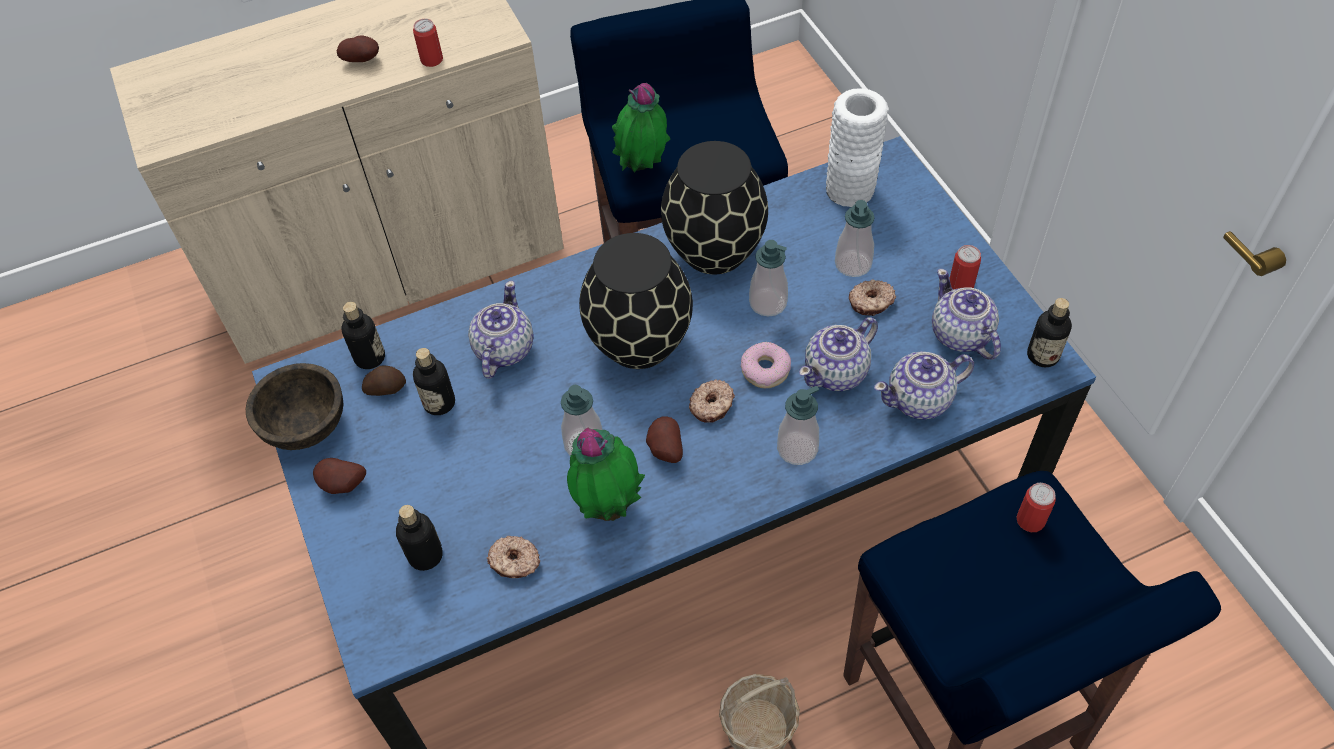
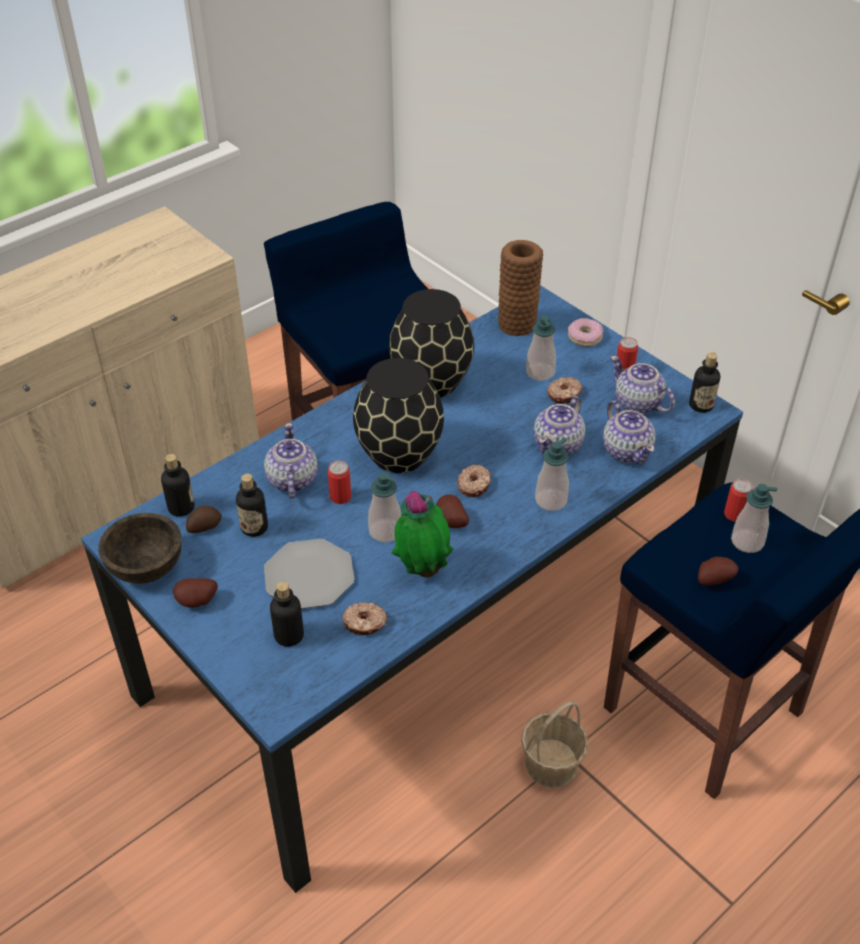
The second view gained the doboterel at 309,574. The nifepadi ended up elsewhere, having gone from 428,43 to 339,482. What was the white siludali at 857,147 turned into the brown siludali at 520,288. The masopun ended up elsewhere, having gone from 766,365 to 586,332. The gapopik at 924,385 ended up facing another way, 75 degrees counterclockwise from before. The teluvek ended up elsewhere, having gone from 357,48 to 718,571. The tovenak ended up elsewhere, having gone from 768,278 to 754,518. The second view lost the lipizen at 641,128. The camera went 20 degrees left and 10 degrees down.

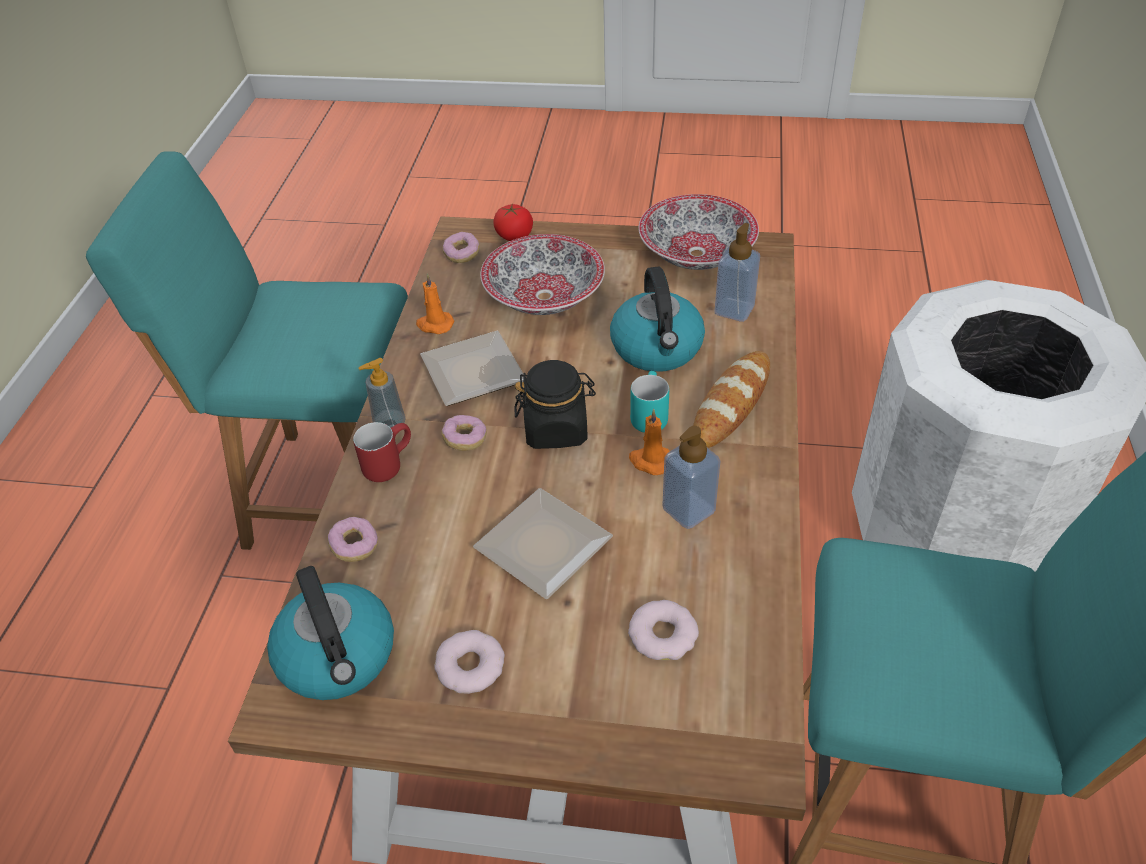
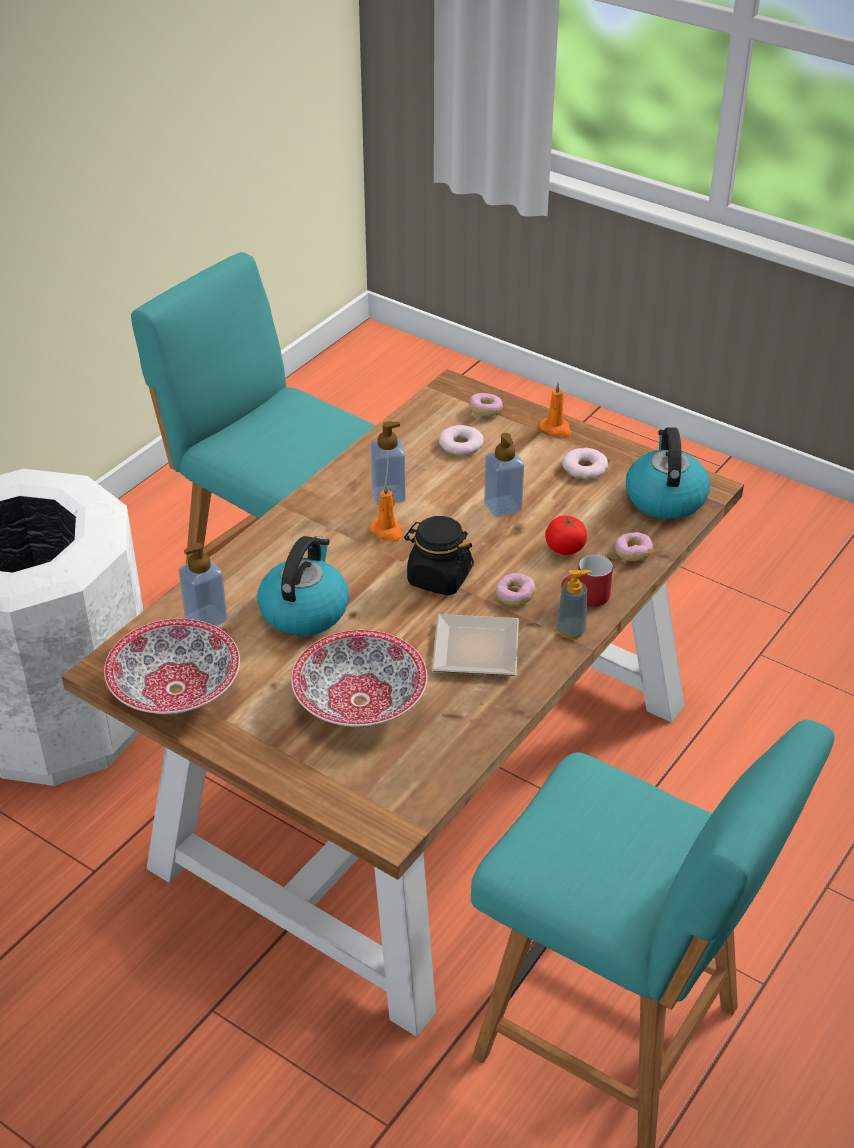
The masopun ended up elsewhere, having gone from 461,247 to 486,405. Where the doboterel stood at 543,543, the tovenak came to stand at 504,475. The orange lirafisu ended up elsewhere, having gone from 435,303 to 555,409. The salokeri ended up elsewhere, having gone from 513,222 to 566,535. The second view lost the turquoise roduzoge at 649,402. The second view lost the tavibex at 731,399. The camera went 155 degrees left and 5 degrees down.

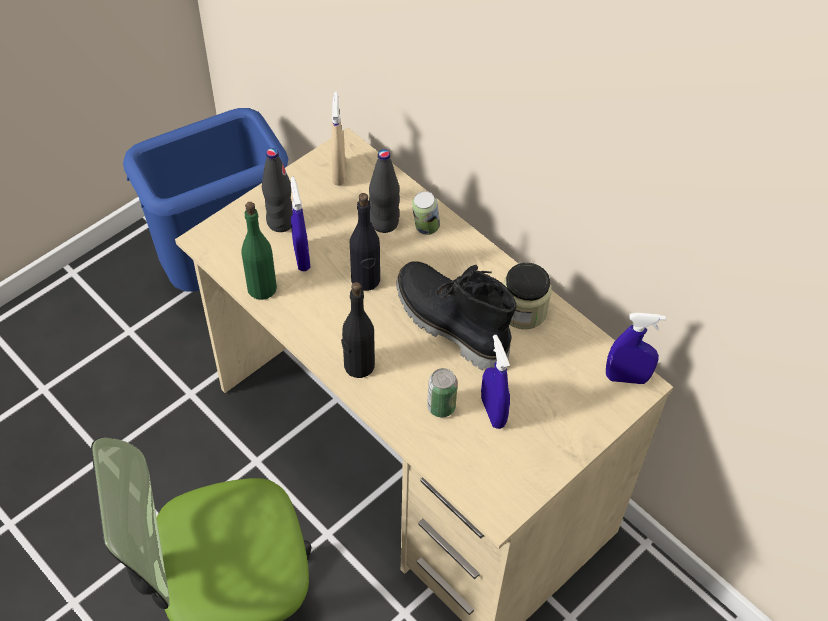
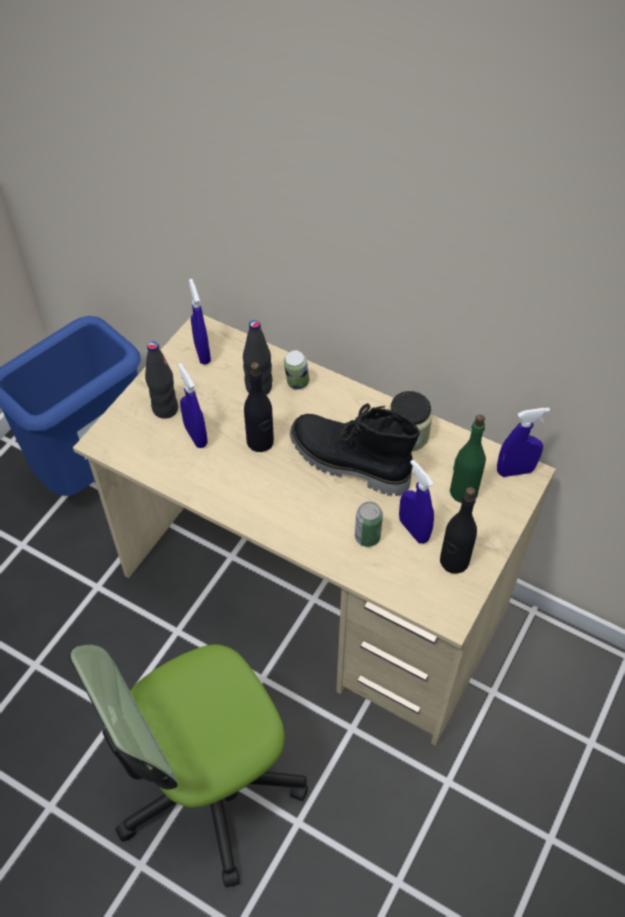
What was the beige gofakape at 338,139 turned into the blue gofakape at 200,321. The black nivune ended up elsewhere, having gone from 358,330 to 458,530. The green nivune ended up elsewhere, having gone from 259,251 to 468,458. The camera went 15 degrees left and 0 degrees up.

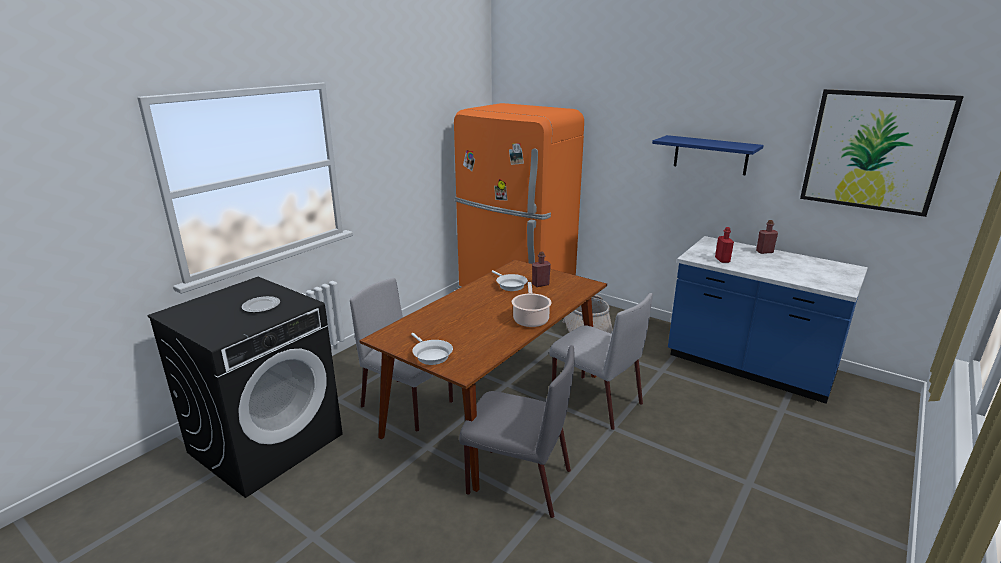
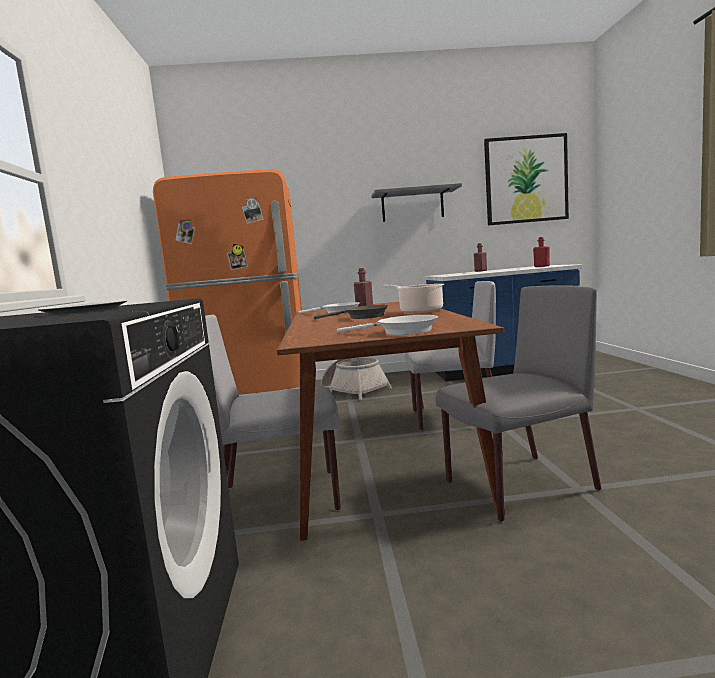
The second view gained the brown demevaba at 351,312. What was the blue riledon at 708,155 turned into the grey riledon at 416,202. The red nivune ended up elsewhere, having gone from 724,245 to 541,252. The camera went 40 degrees left and 15 degrees down.

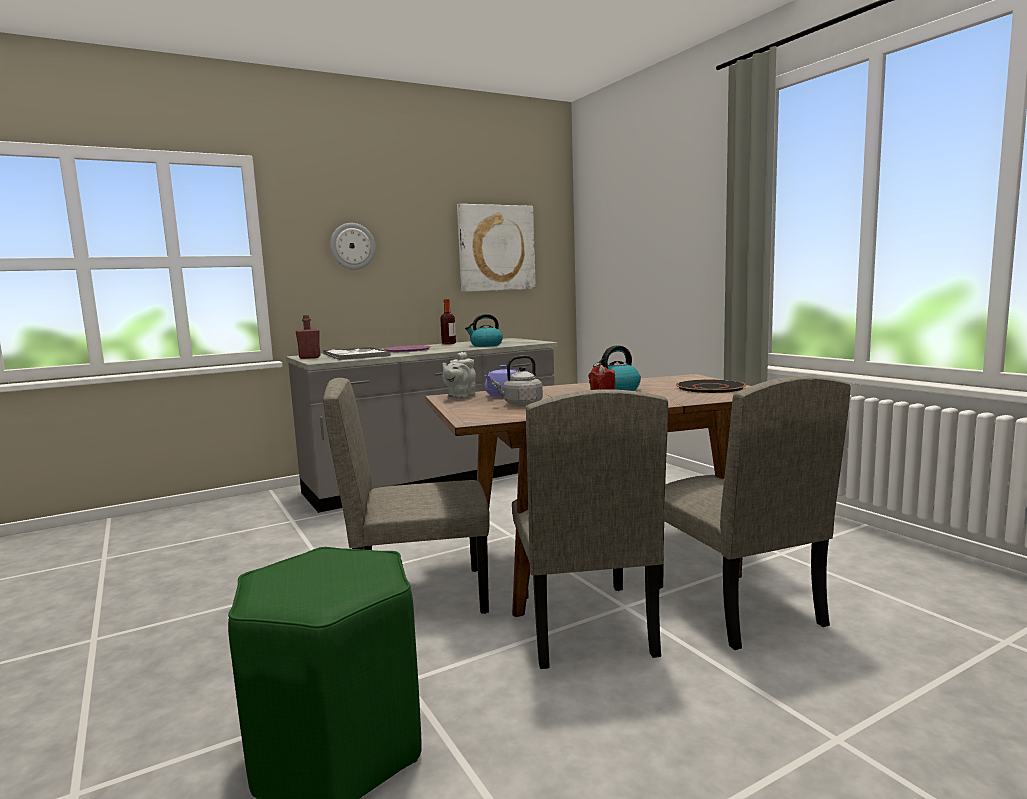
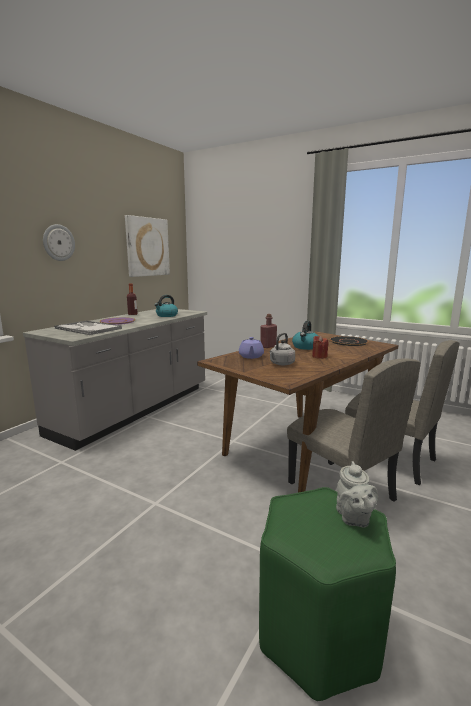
The red nivune ended up elsewhere, having gone from 308,337 to 268,331. The grey gapopik ended up elsewhere, having gone from 459,375 to 357,494. The second view lost the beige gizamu at 406,496. The camera went 30 degrees left and 5 degrees up.

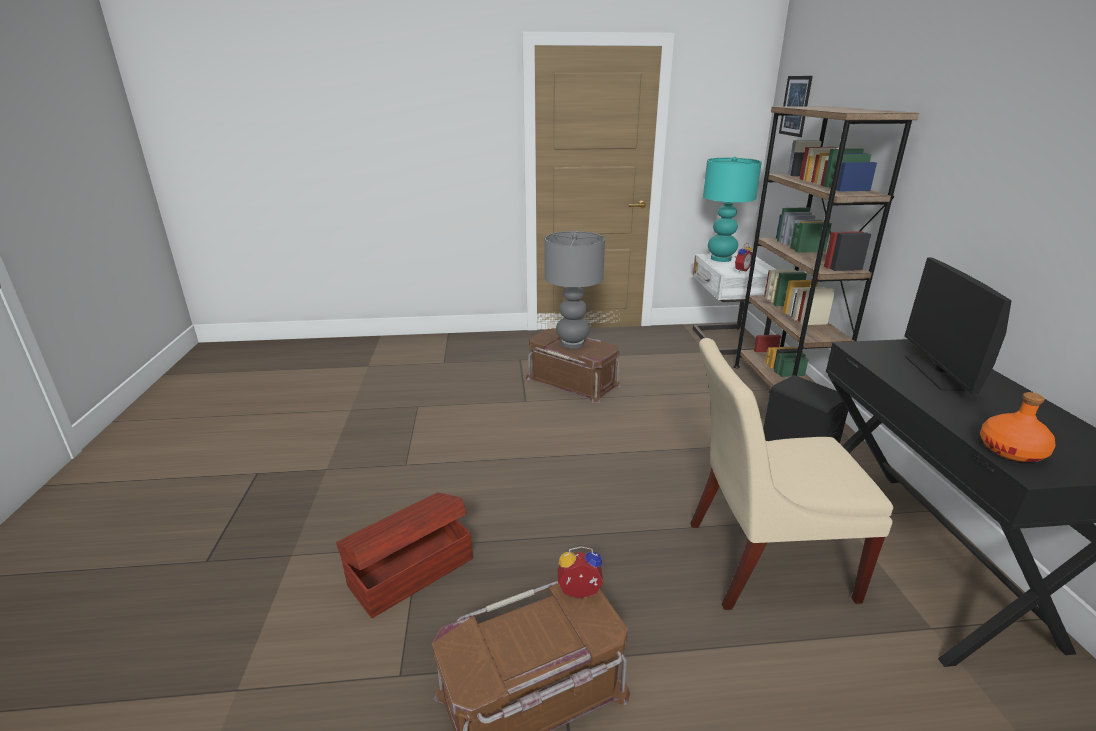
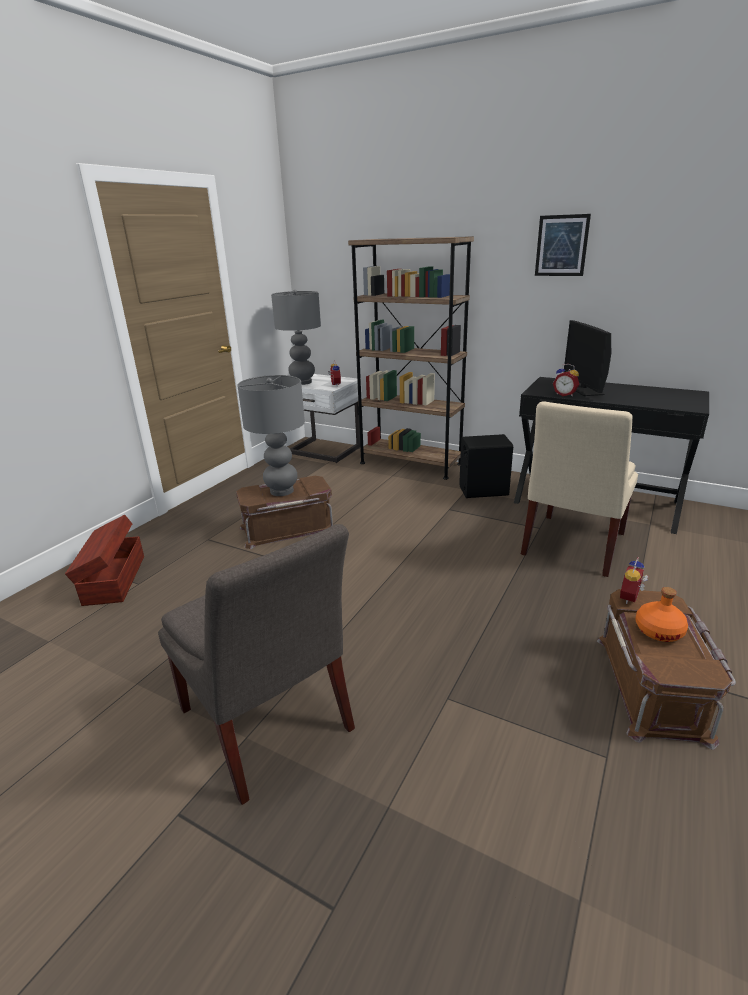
The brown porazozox ended up elsewhere, having gone from 404,555 to 104,560. The second view gained the grey gizamu at 256,664. What was the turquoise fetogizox at 732,209 turned into the grey fetogizox at 296,337. The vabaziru ended up elsewhere, having gone from 796,106 to 563,245. The second view gained the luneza at 566,380. The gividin at 958,325 ended up facing another way, 45 degrees clockwise from before. The orange nivune ended up elsewhere, having gone from 1017,427 to 662,614. The camera went 55 degrees left and 0 degrees up.

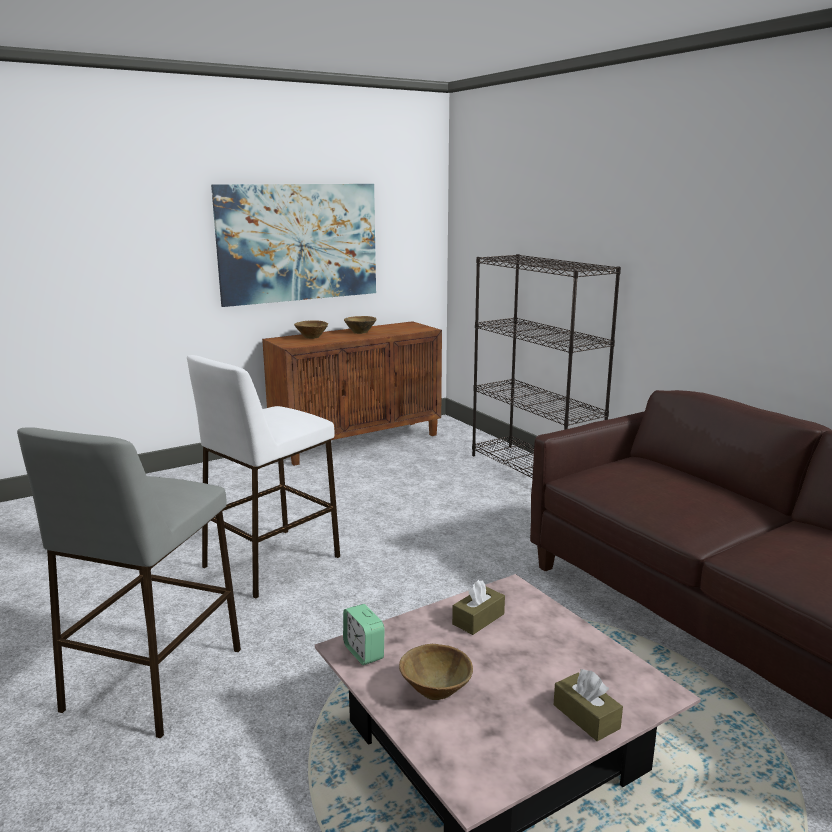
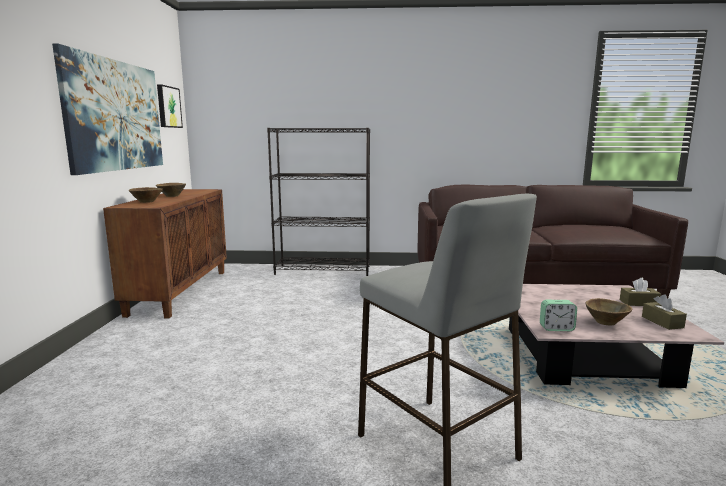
The second view gained the vabaziru at 170,106. The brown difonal ended up elsewhere, having gone from 478,607 to 664,312. The second view lost the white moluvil at 263,477. The camera went 55 degrees left and 5 degrees down.

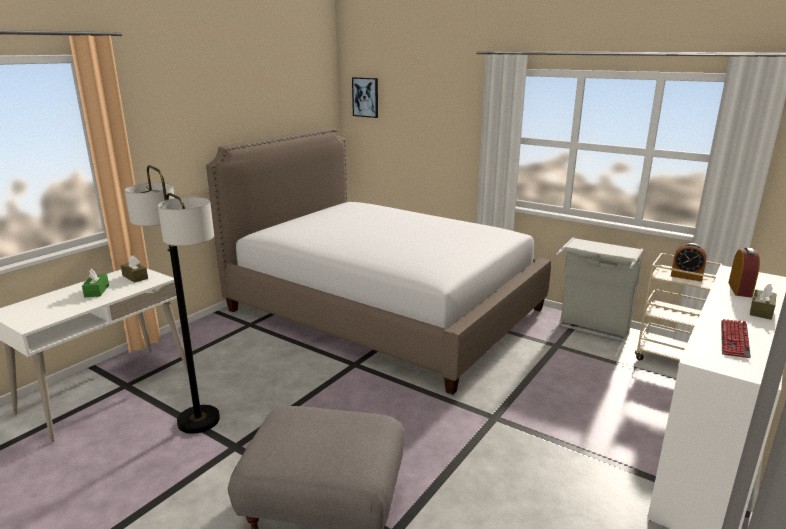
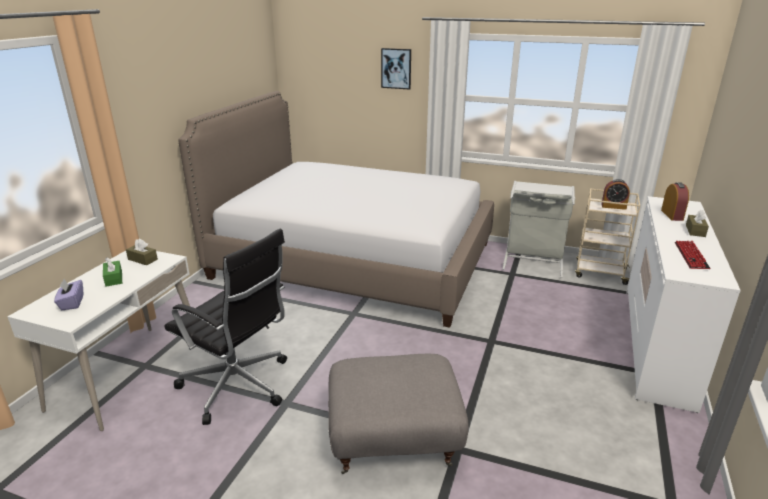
The second view gained the purple difonal at 68,294. Where the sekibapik stood at 172,299, the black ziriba came to stand at 225,327. The vabaziru ended up elsewhere, having gone from 365,97 to 396,69. The camera went 15 degrees left and 5 degrees up.

